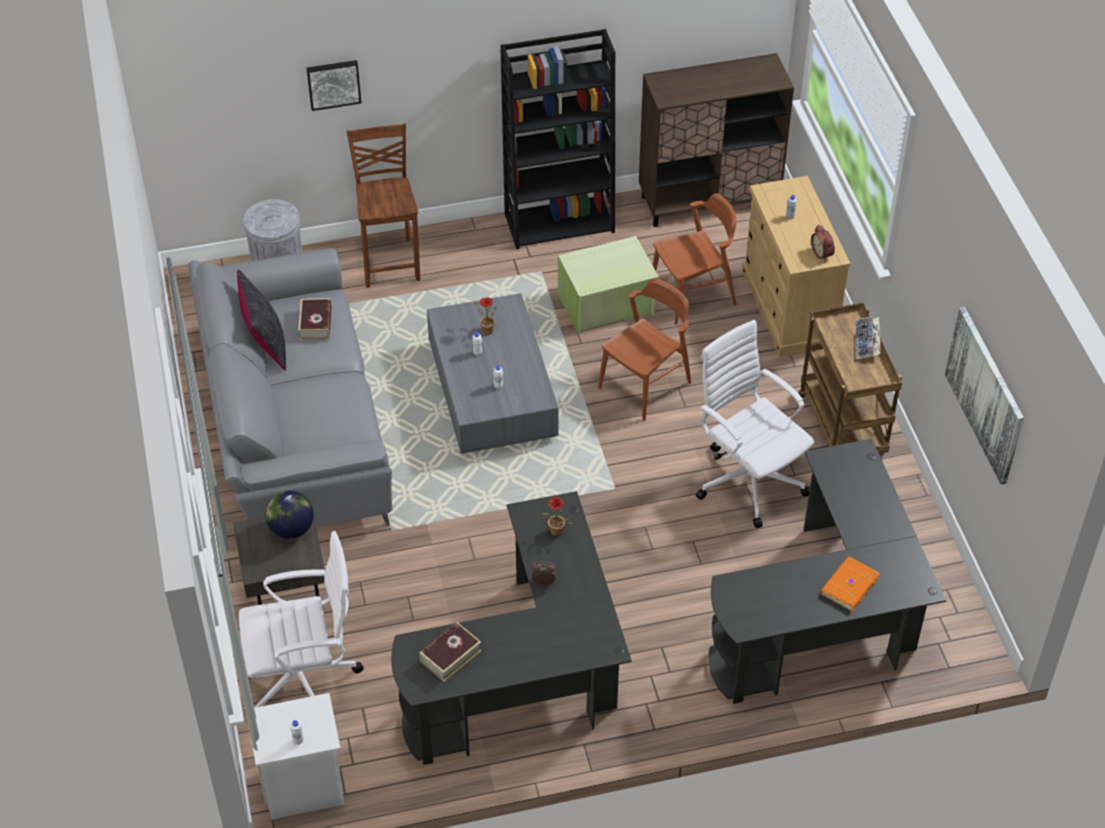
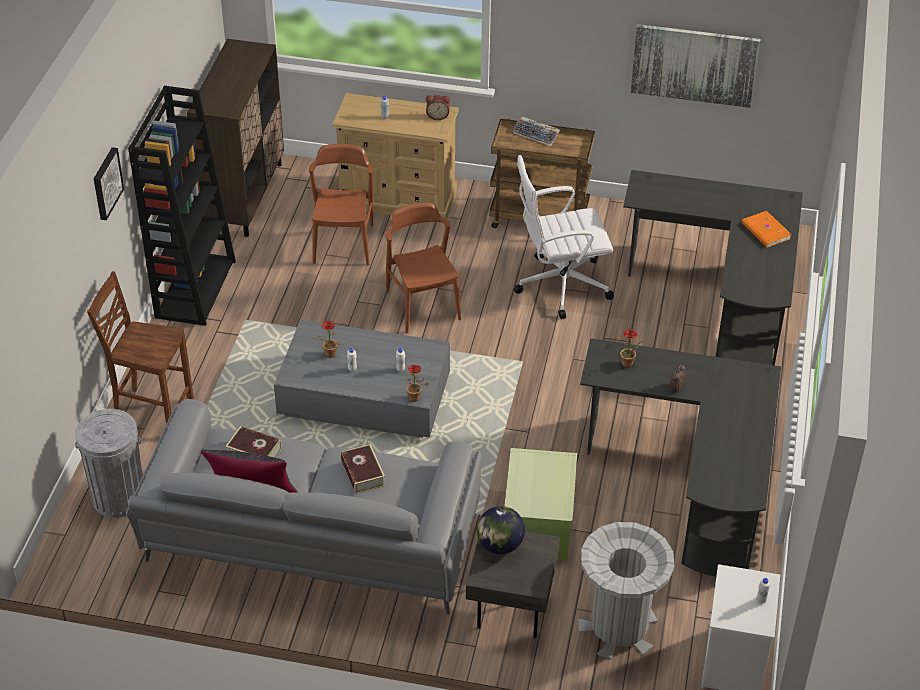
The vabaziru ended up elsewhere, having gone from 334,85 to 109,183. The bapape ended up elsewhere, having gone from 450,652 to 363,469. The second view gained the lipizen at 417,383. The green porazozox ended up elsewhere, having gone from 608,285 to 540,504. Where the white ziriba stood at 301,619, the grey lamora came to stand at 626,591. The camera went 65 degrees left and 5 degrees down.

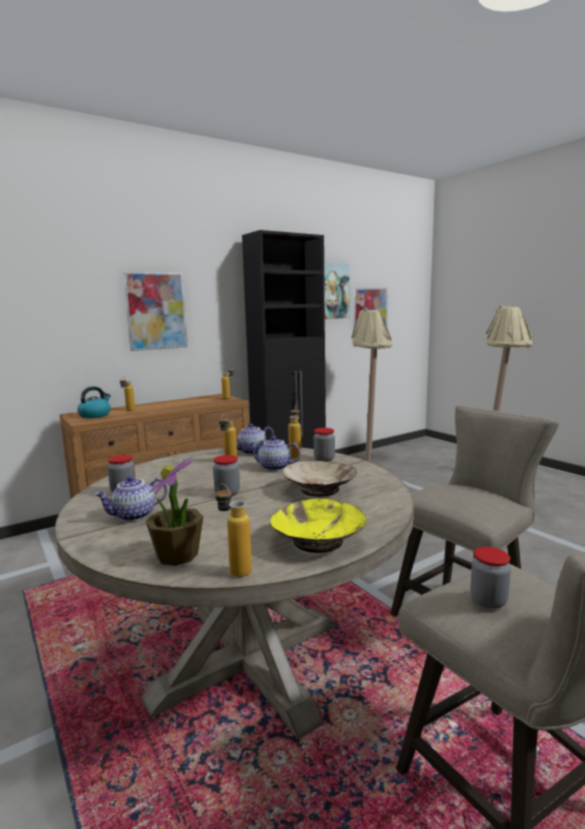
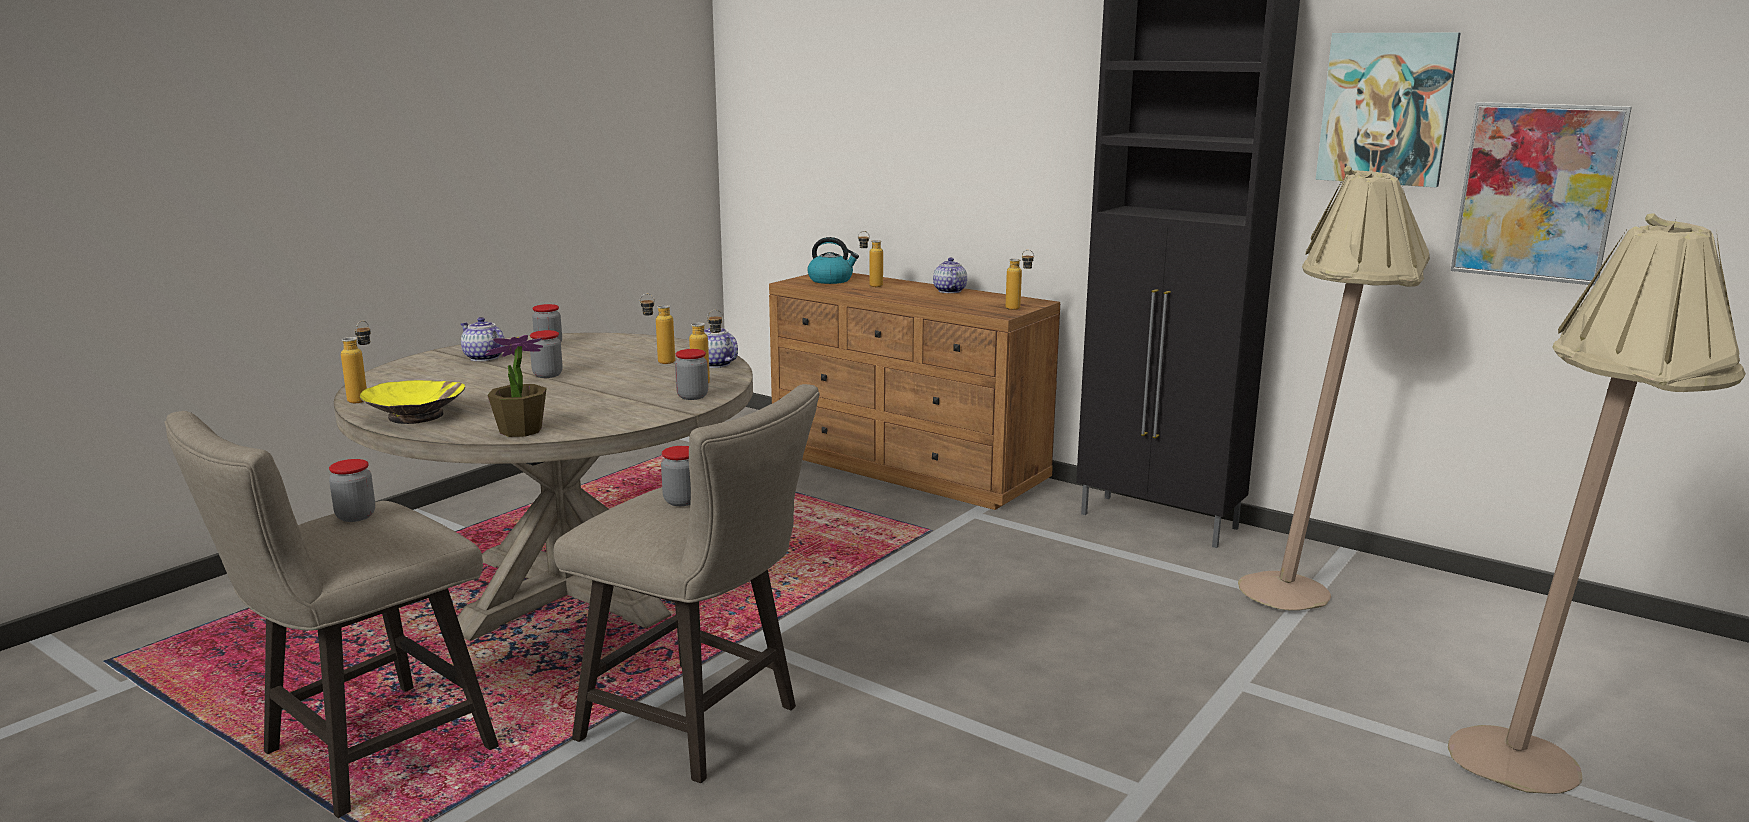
The lipizen ended up elsewhere, having gone from 174,511 to 516,386. The second view gained the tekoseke at 676,476. The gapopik ended up elsewhere, having gone from 274,453 to 950,275. The second view lost the vabaziru at 155,311. The second view lost the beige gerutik at 319,479. The camera went 70 degrees right and 5 degrees up.

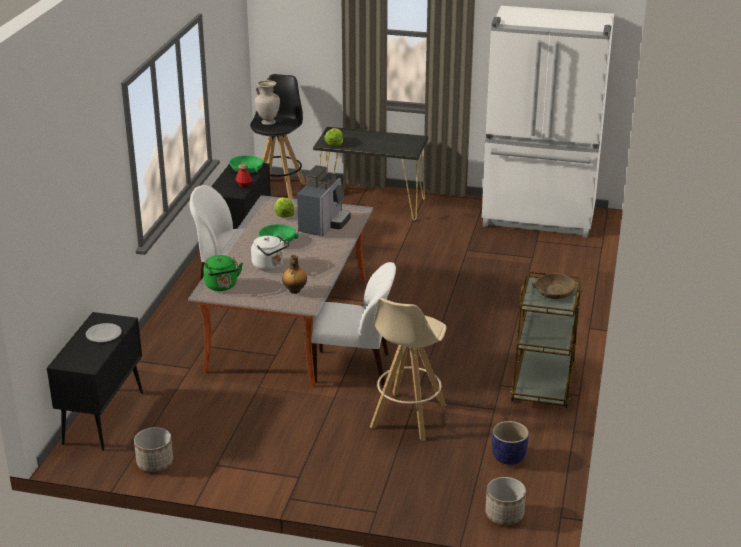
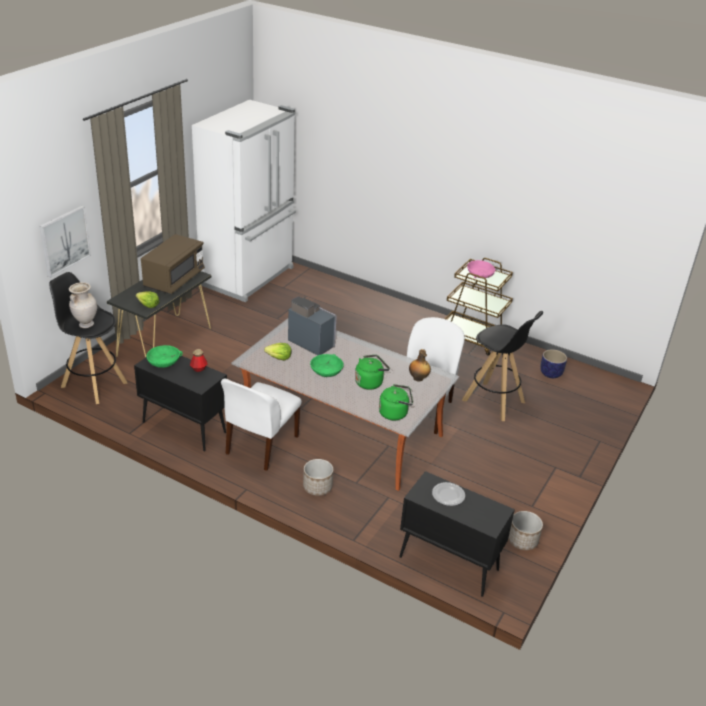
The second view gained the vabaziru at 65,241. The second view gained the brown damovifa at 173,264. The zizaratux ended up elsewhere, having gone from 506,501 to 318,477. What was the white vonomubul at 270,252 turned into the green vonomubul at 372,372. What was the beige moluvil at 408,369 turned into the black moluvil at 502,366. What was the brown gerutik at 554,286 turned into the pink gerutik at 481,269. The camera went 75 degrees left and 5 degrees up.

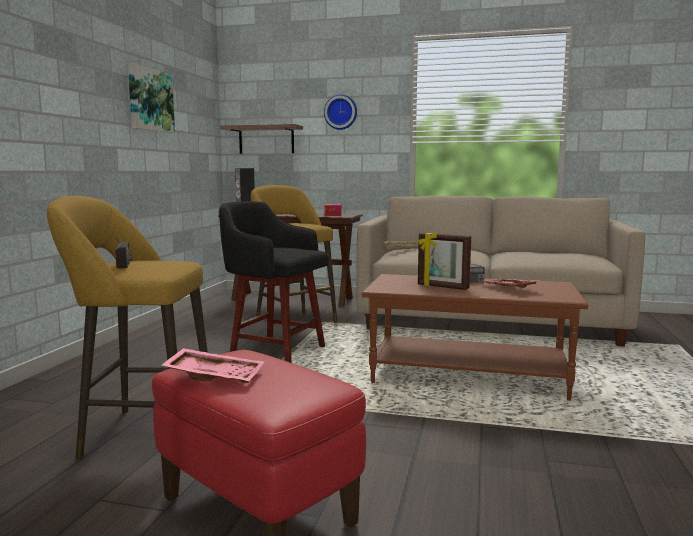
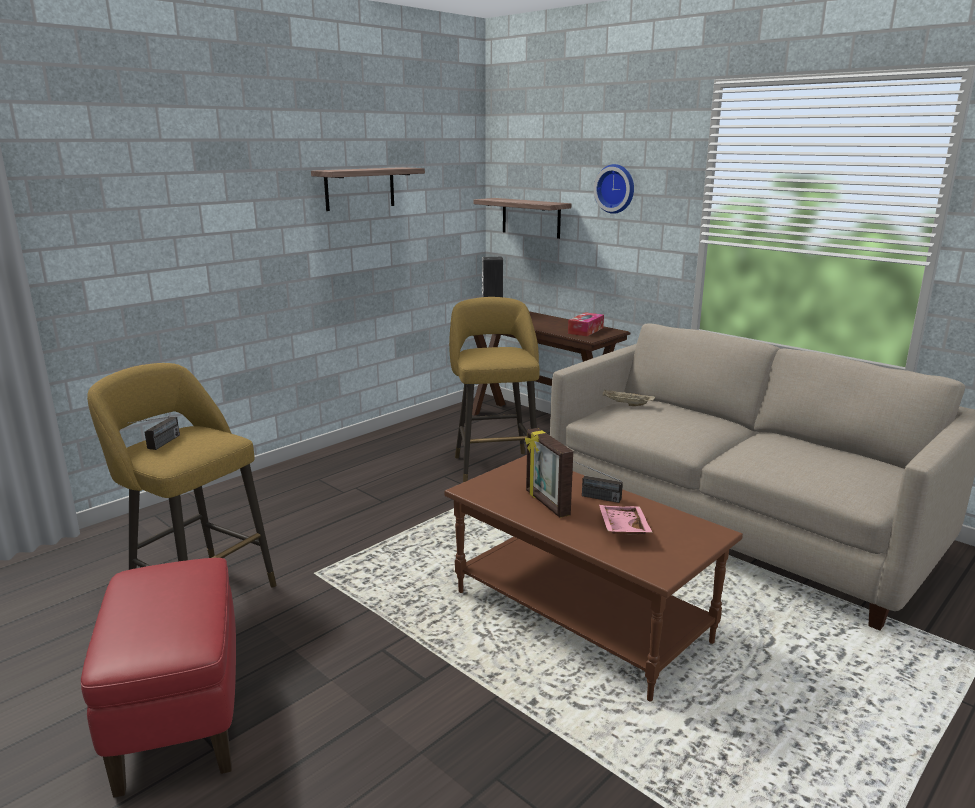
Where the vabaziru hung at 151,98, the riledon came to hang at 368,189. The second view lost the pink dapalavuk at 212,365. The second view lost the black moluvil at 274,282. The camera went 30 degrees right and 10 degrees up.

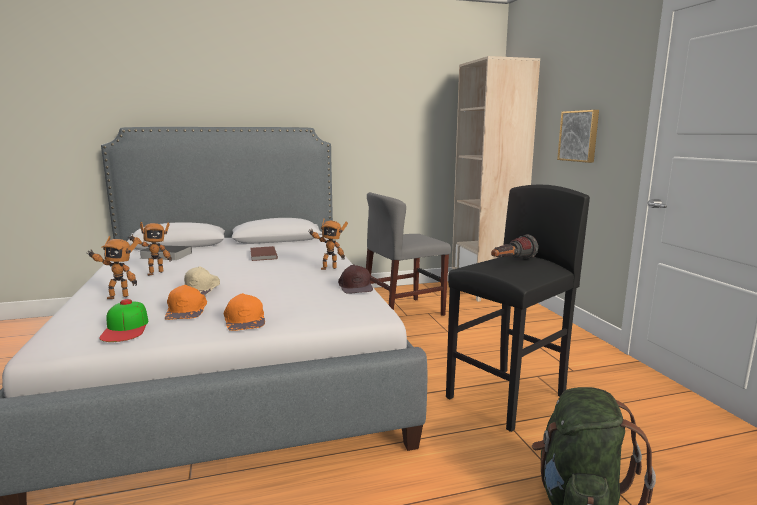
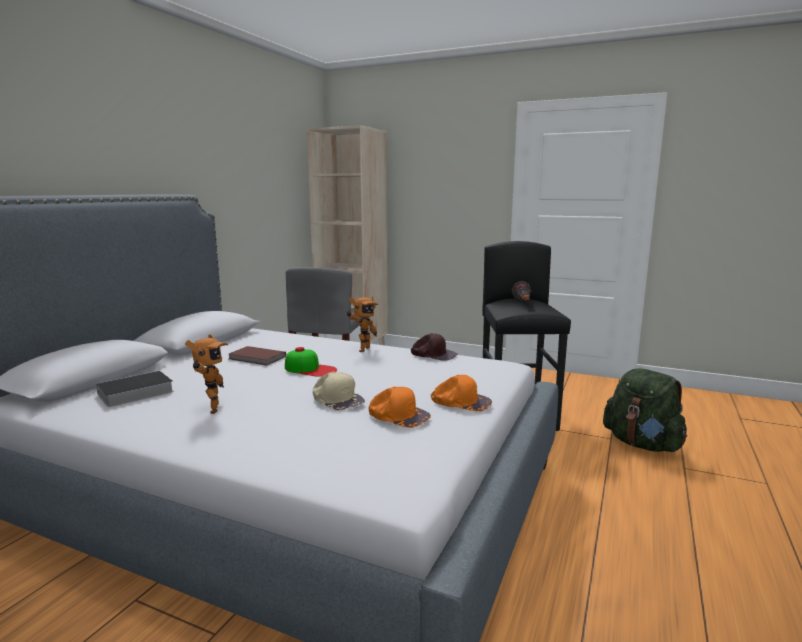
The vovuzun ended up elsewhere, having gone from 123,320 to 311,362. The second view lost the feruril at 113,267. The second view lost the vabaziru at 578,136. The camera went 50 degrees left and 0 degrees up.

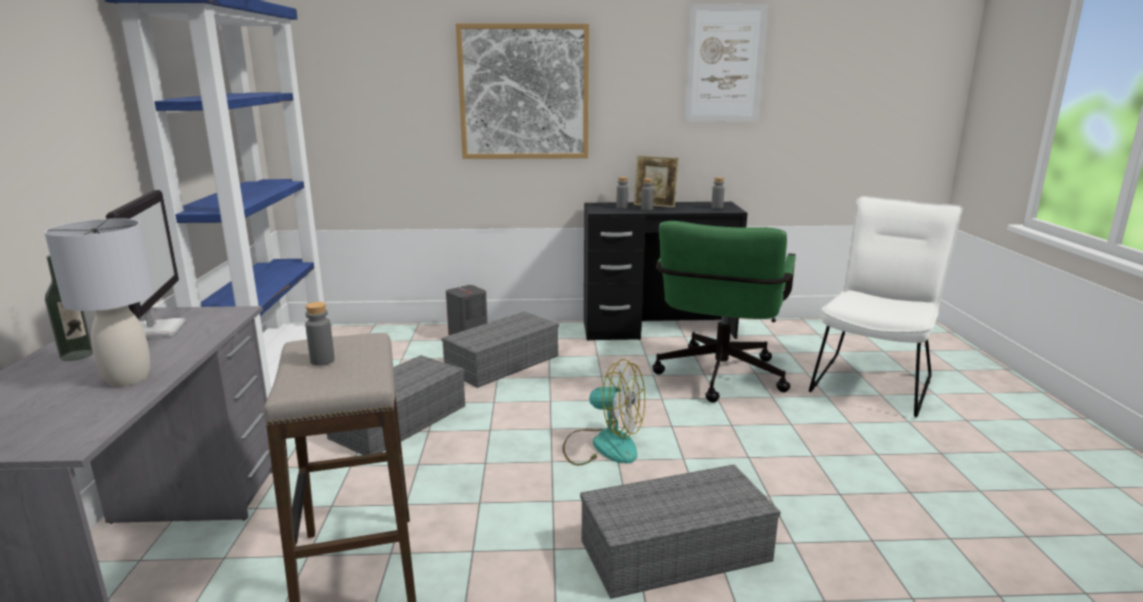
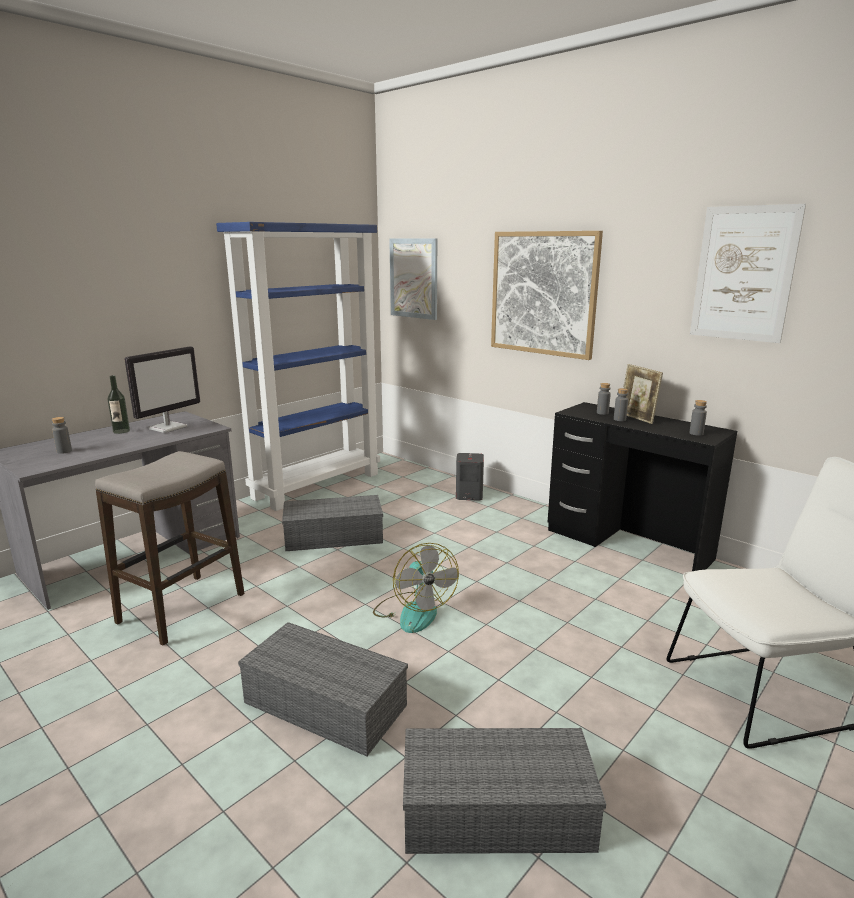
The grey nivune ended up elsewhere, having gone from 320,334 to 62,435. The second view gained the vabaziru at 413,279. The grey porazozox ended up elsewhere, having gone from 500,350 to 504,791. The second view lost the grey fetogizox at 99,302. The second view lost the green ziriba at 724,312. The camera went 45 degrees right and 0 degrees up.

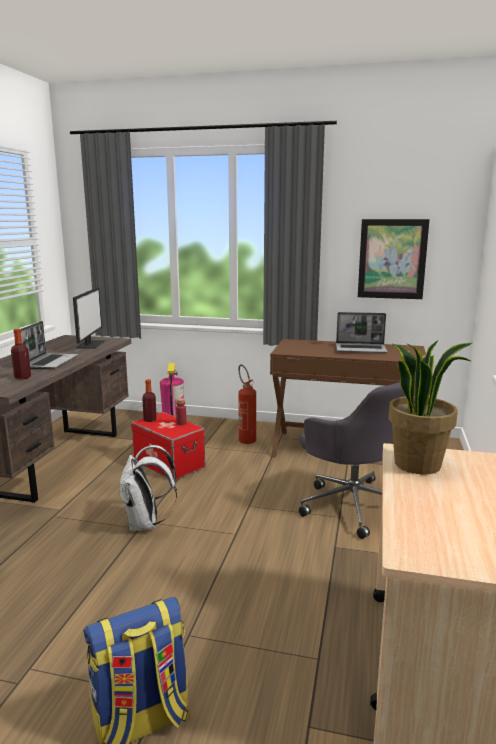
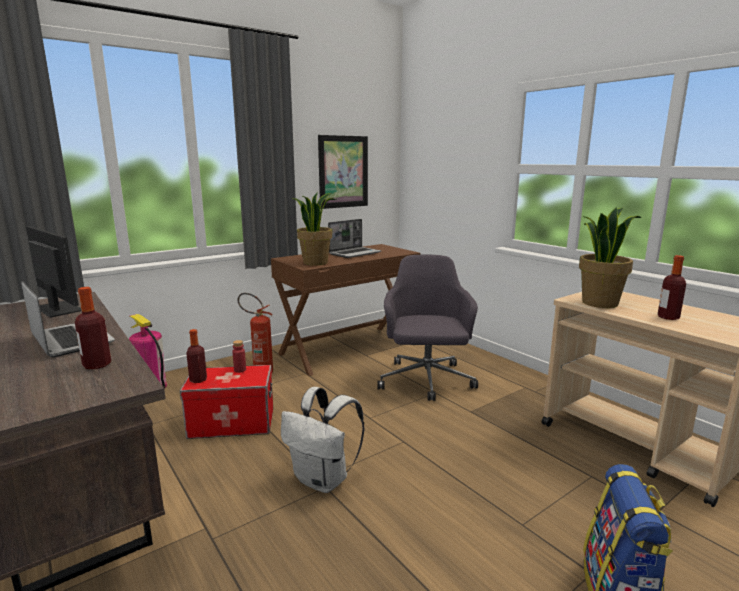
The second view gained the lipizen at 314,228. The grey ziriba at 352,460 ended up facing another way, 90 degrees counterclockwise from before. The second view gained the nivune at 672,287. The camera went 50 degrees left and 0 degrees up.

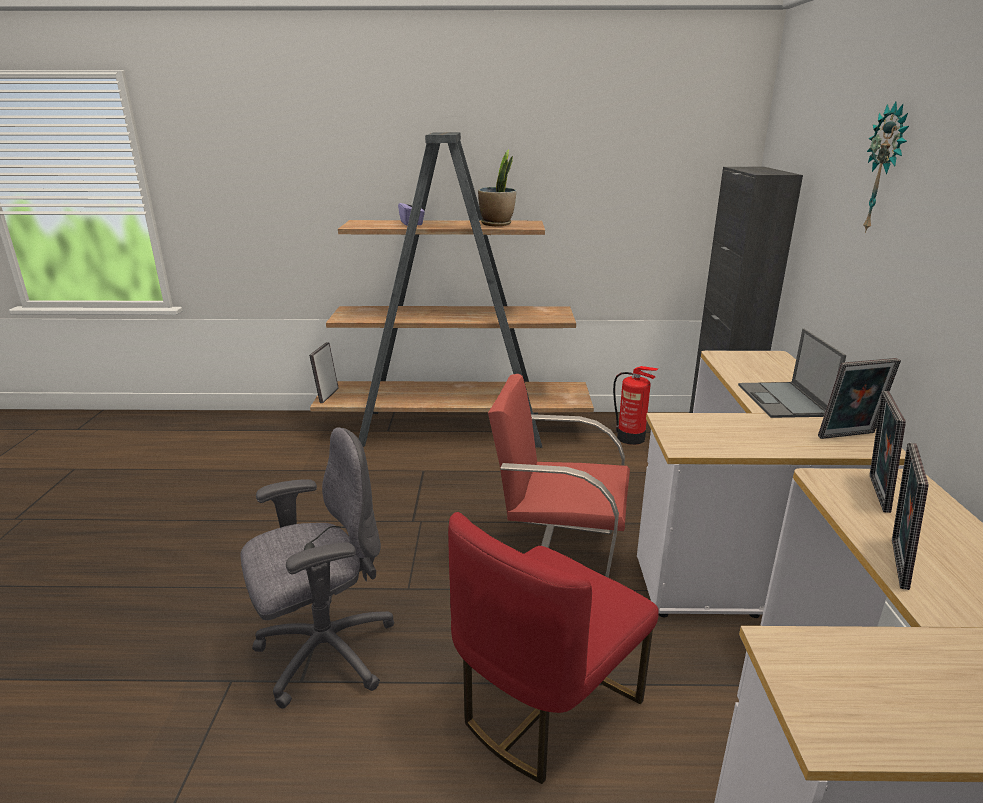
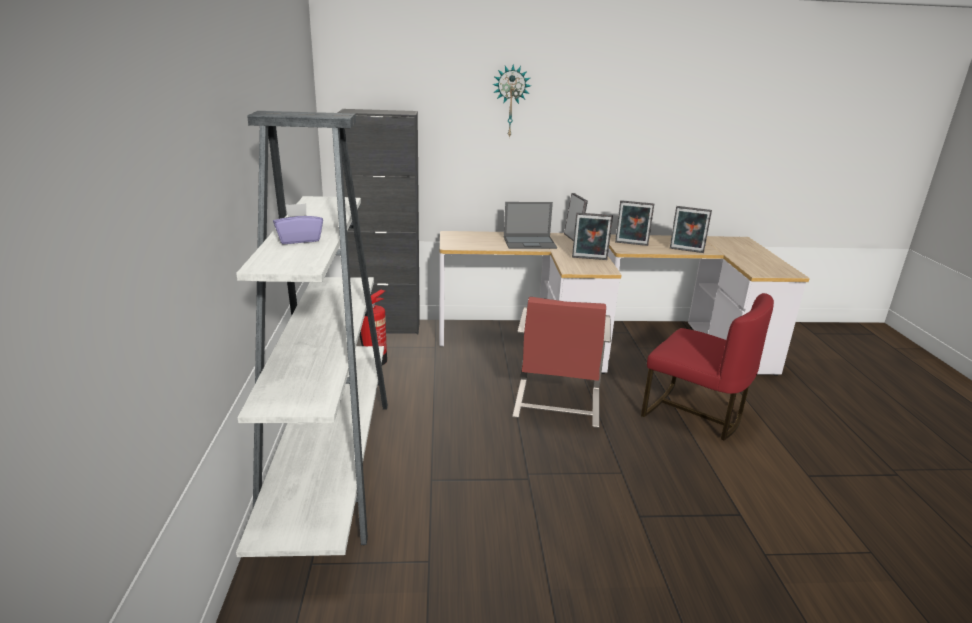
What was the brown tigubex at 452,290 turned into the white tigubex at 312,334. The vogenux ended up elsewhere, having gone from 324,372 to 592,236. The second view lost the grey ziriba at 317,568. The second view lost the lipizen at 497,187. The camera went 95 degrees left and 0 degrees up.

